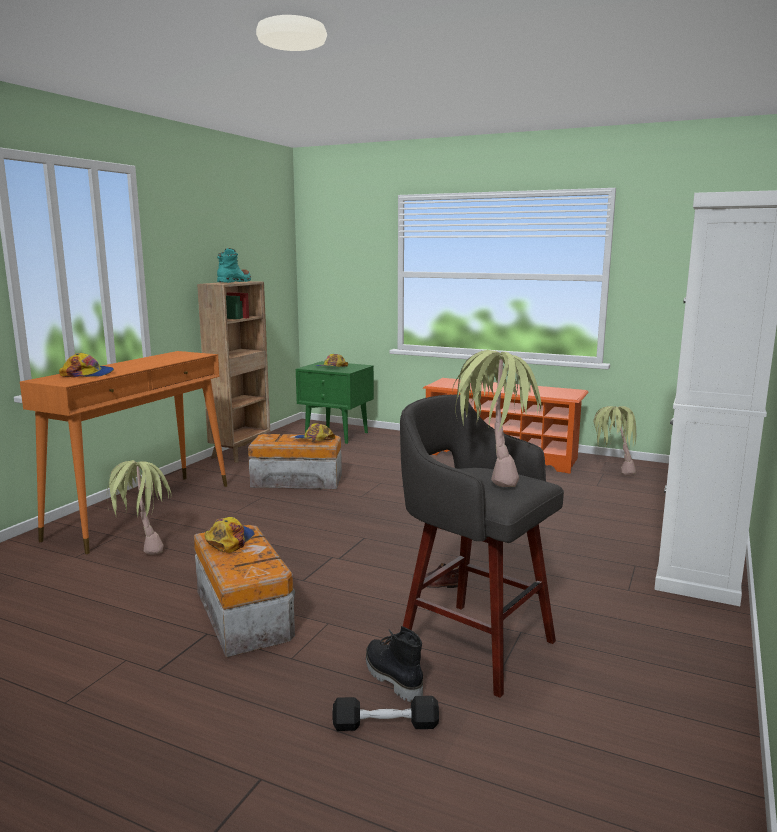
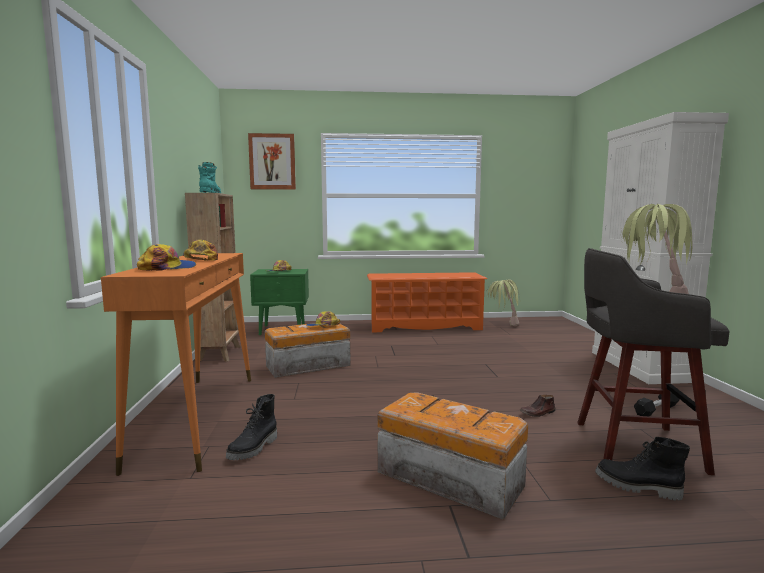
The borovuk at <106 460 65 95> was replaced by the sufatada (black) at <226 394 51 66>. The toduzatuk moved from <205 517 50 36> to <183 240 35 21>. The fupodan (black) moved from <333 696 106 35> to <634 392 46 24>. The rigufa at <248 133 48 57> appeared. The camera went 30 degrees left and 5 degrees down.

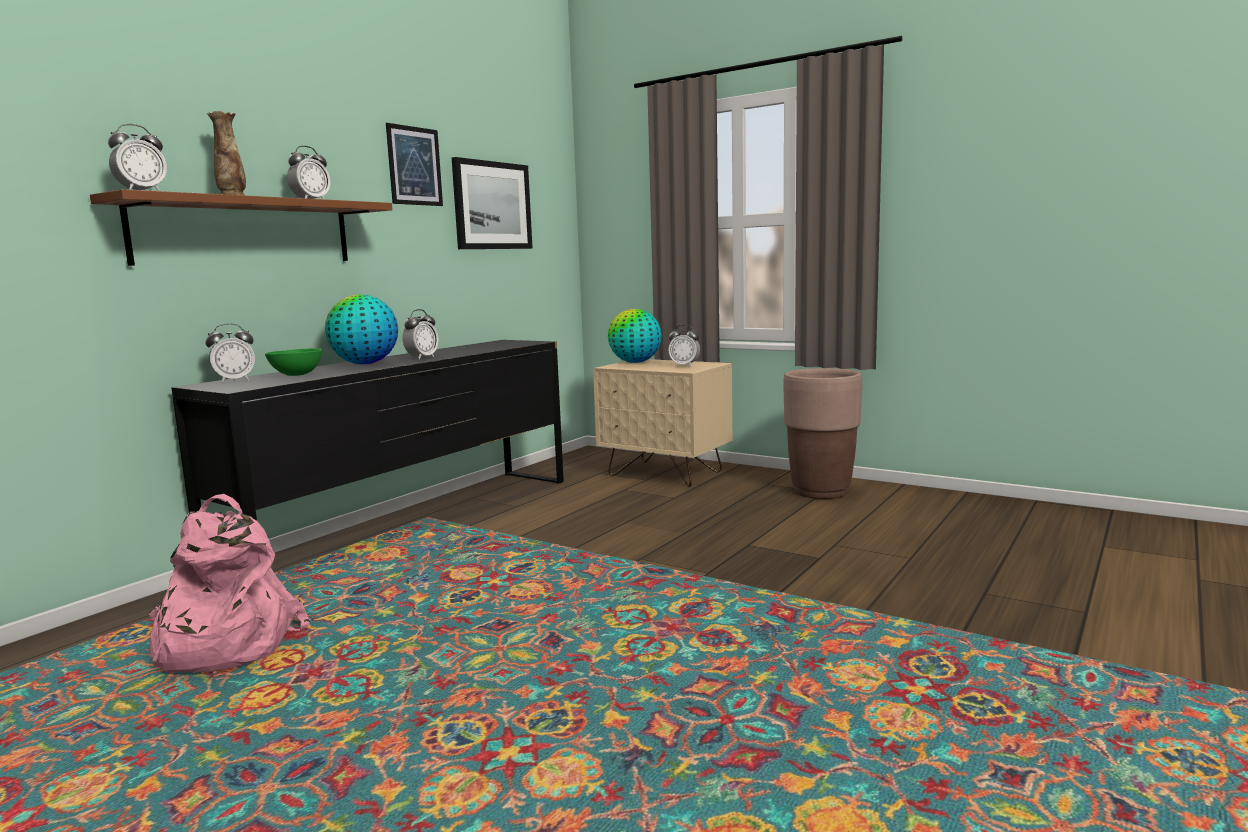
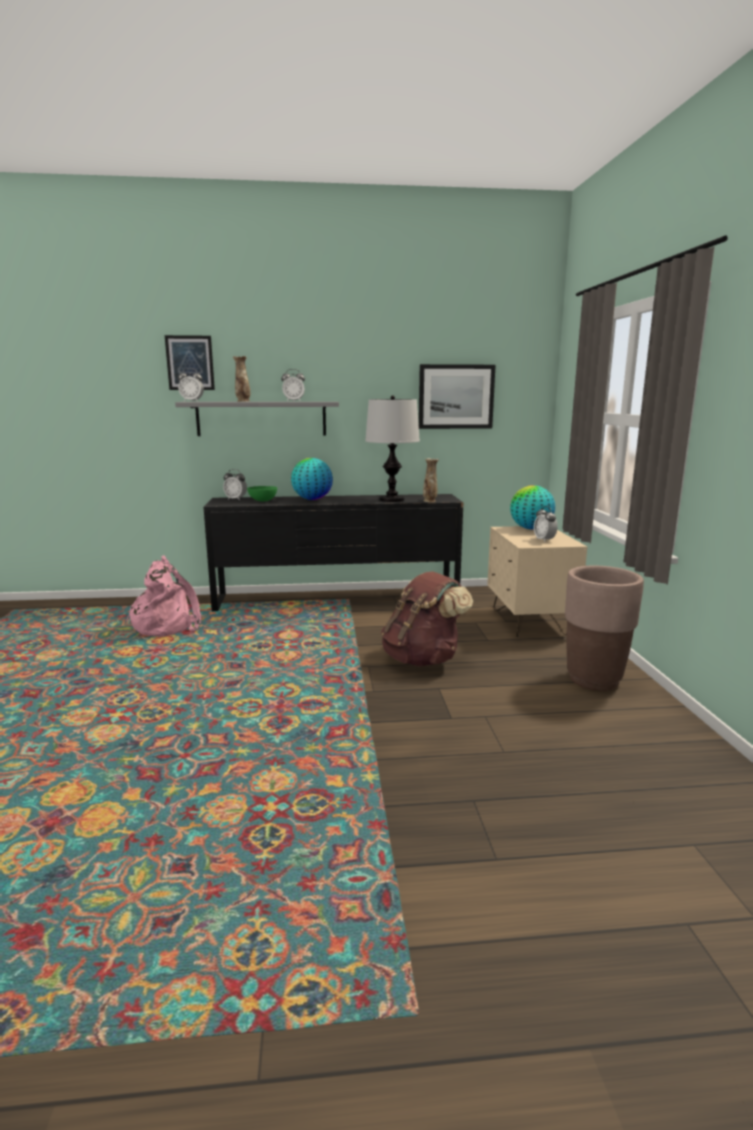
The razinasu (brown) at <90 189 302 77> became the razinasu (grey) at <175 402 164 34>. The rigufa moved from <386 123 57 83> to <165 335 50 55>. The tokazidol at <402 309 37 51> disappeared. The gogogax at <365 395 55 107> appeared. The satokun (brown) at <381 571 92 95> appeared. The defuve at <423 458 16 44> appeared. The camera went 50 degrees right and 5 degrees up.

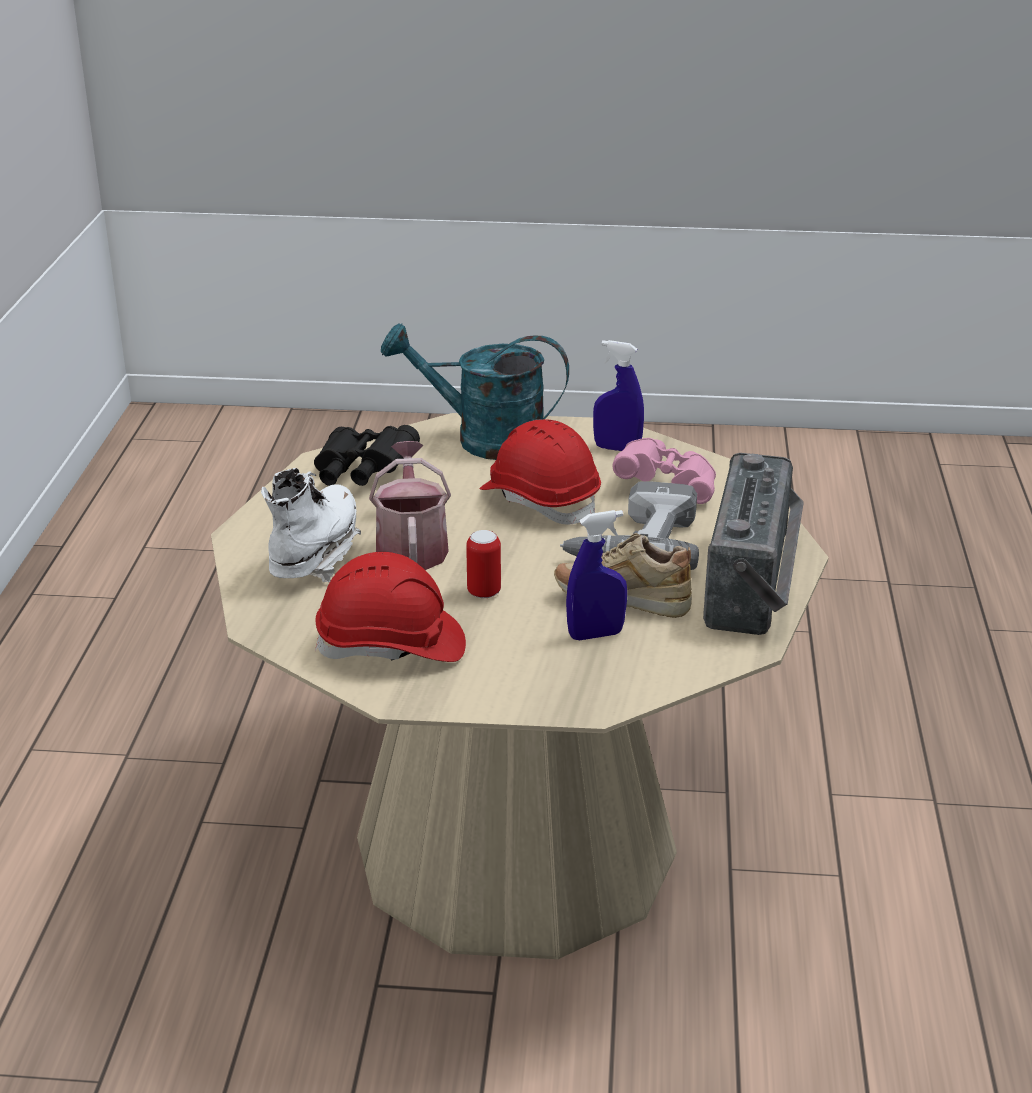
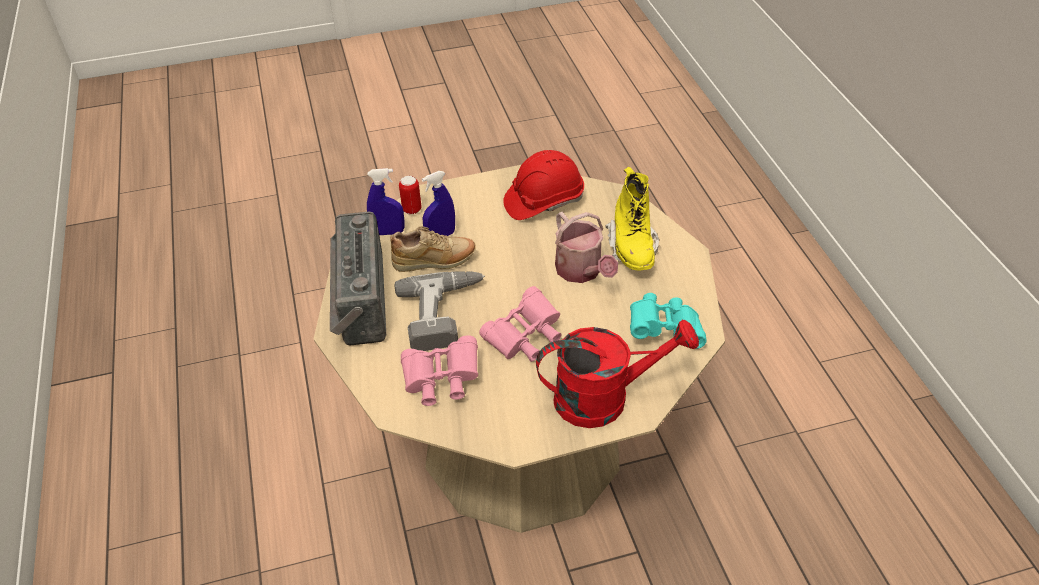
The sufatada (white) at <261 468 100 115> became the sufatada (yellow) at <605 167 54 104>. The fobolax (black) at <314 425 106 61> became the fobolax (turquoise) at <630 293 76 56>. The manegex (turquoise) at <381 323 188 137> became the manegex (red) at <536 319 163 109>. The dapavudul moved from <466 530 35 68> to <399 176 22 38>. The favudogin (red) at <479 419 122 106> was replaced by the fobolax (pink) at <479 286 83 76>. The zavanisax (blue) moved from <593 340 51 111> to <367 168 38 67>. The camera went 160 degrees right and 15 degrees up.

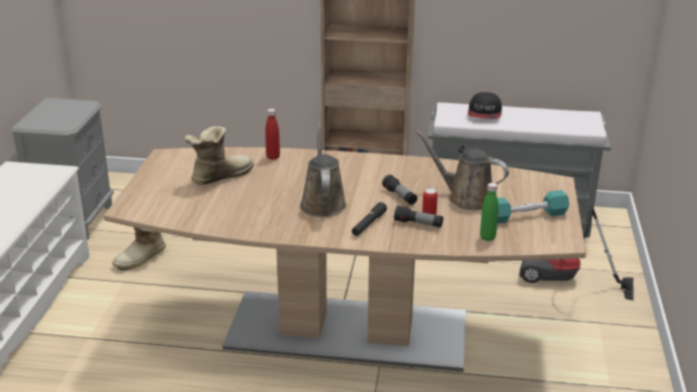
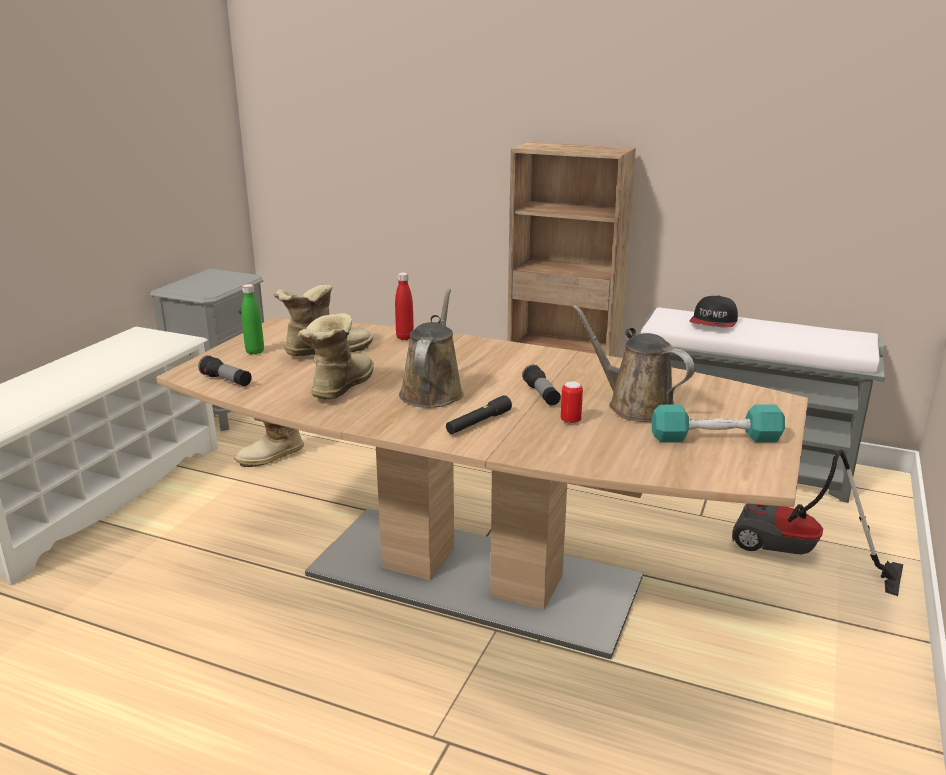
The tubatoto moved from <394 205 49 23> to <198 355 54 31>. The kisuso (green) moved from <480 183 19 58> to <241 284 23 71>. The sufatada at <298 313 76 86> appeared. The camera went 15 degrees right and 5 degrees down.

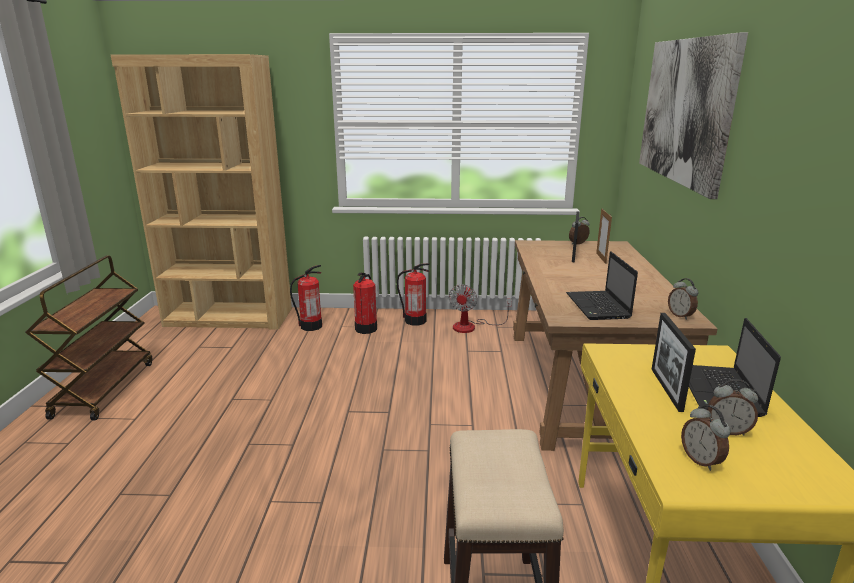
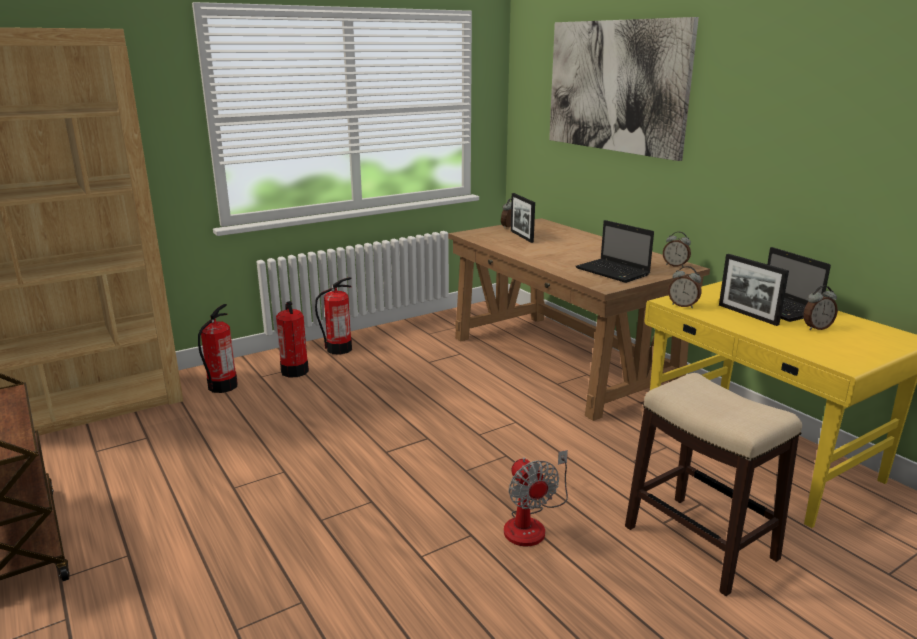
The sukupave moved from <449 284 63 49> to <504 450 64 96>. The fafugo at <596 208 16 56> disappeared. The tokazidol moved from <681 405 50 66> to <668 266 33 42>. The camera went 35 degrees left and 0 degrees up.

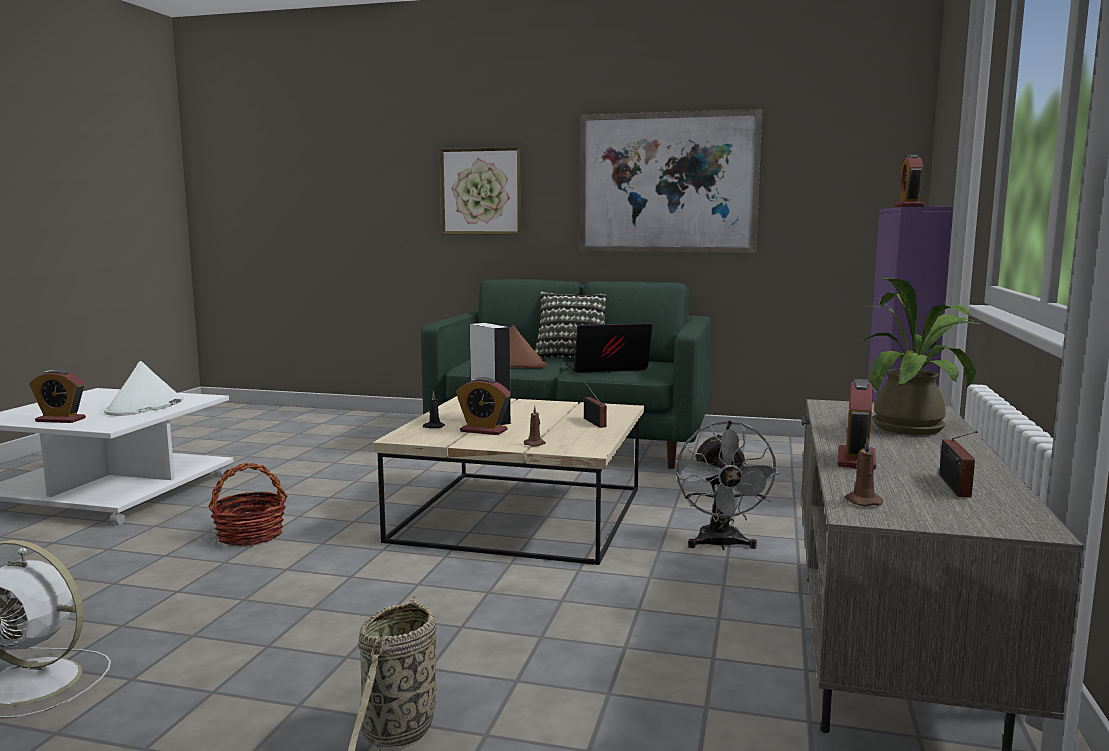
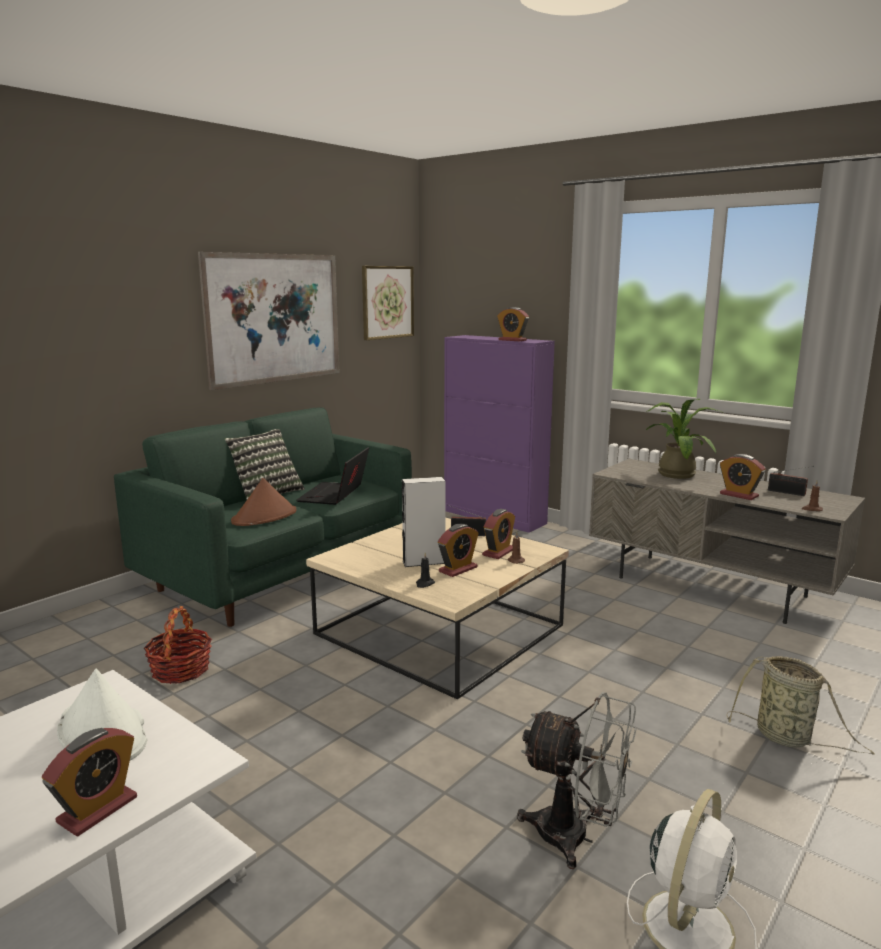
The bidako moved from <208 462 80 84> to <144 606 68 78>. The rigufa moved from <440 147 82 88> to <362 266 52 74>. The sukupave (grey) moved from <676 420 104 130> to <517 692 119 177>. The tokazidol at <482 509 33 50> appeared. The camera went 65 degrees left and 5 degrees up.

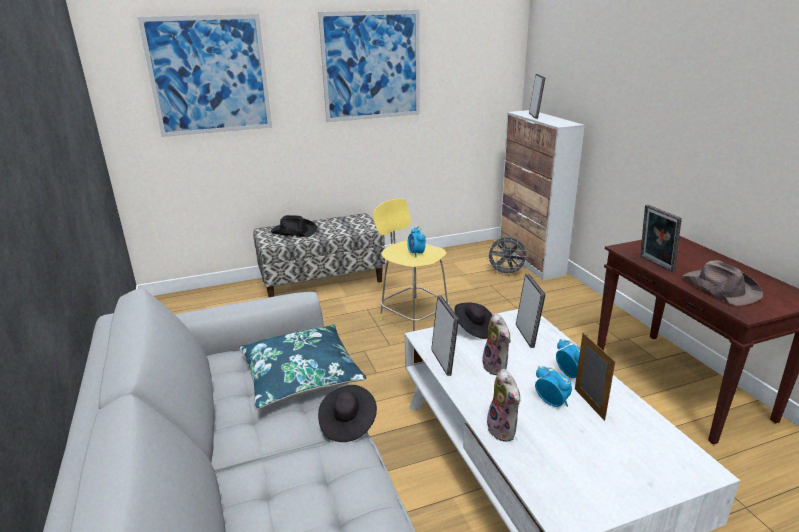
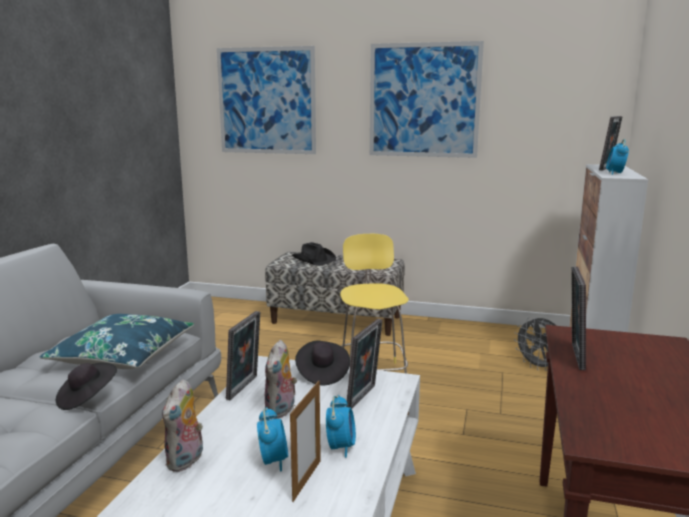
The tokazidol moved from <407 226 19 31> to <606 139 23 36>. The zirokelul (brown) at <683 260 80 46> disappeared. The camera went 35 degrees right and 10 degrees down.

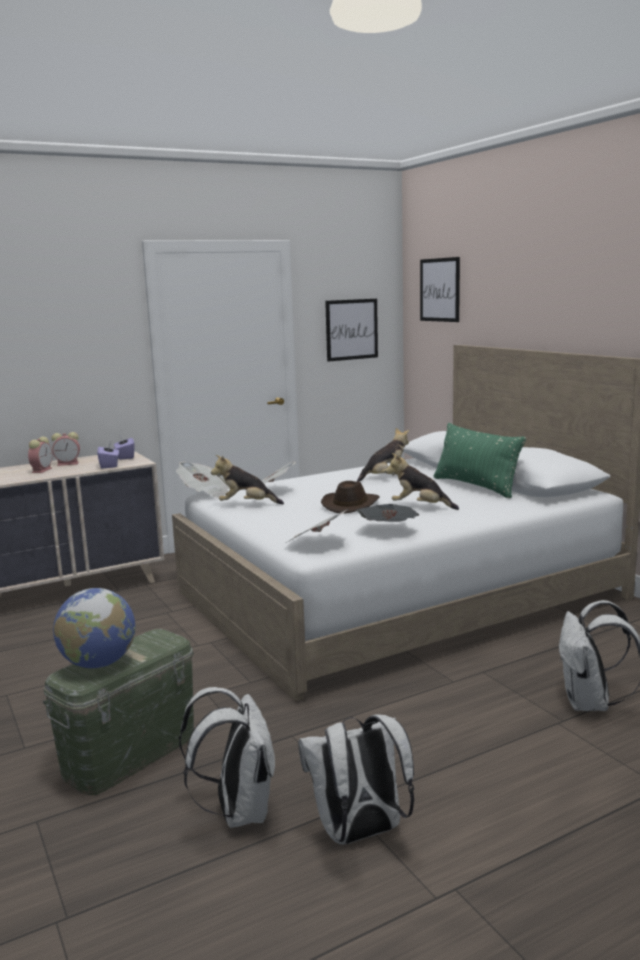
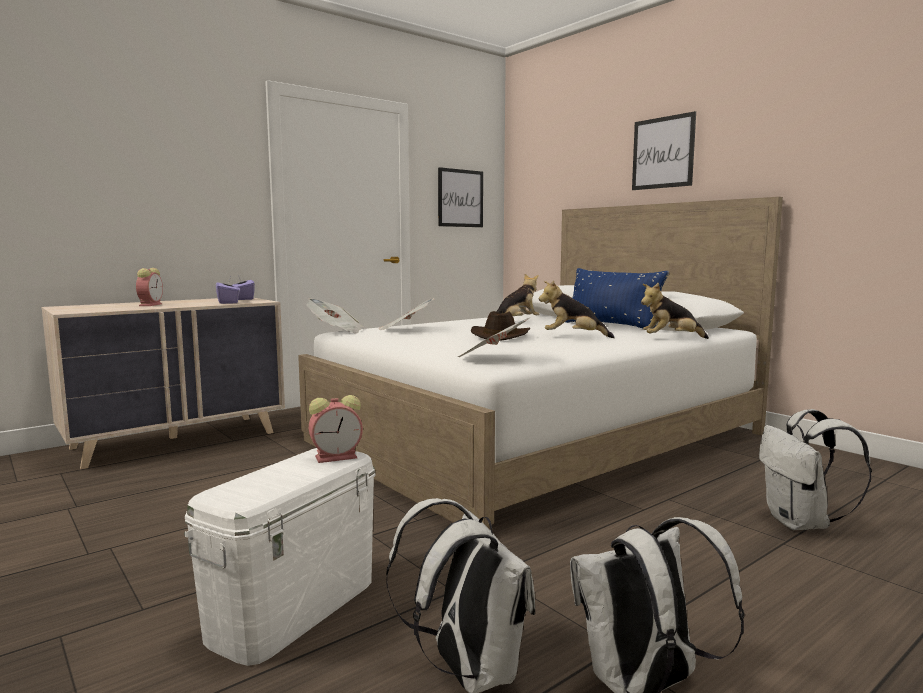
The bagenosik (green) at <43 629 151 166> became the bagenosik (white) at <184 448 191 218>. The tokazidol moved from <51 432 29 34> to <309 395 54 68>. The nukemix at <53 588 83 81> disappeared. The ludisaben moved from <211 455 73 49> to <641 283 68 56>. The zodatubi at <356 504 63 18> disappeared. The rigufa moved from <420 257 40 65> to <632 111 64 79>. The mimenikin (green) at <434 423 92 75> became the mimenikin (blue) at <565 268 104 61>. The camera went 10 degrees left and 5 degrees down.

